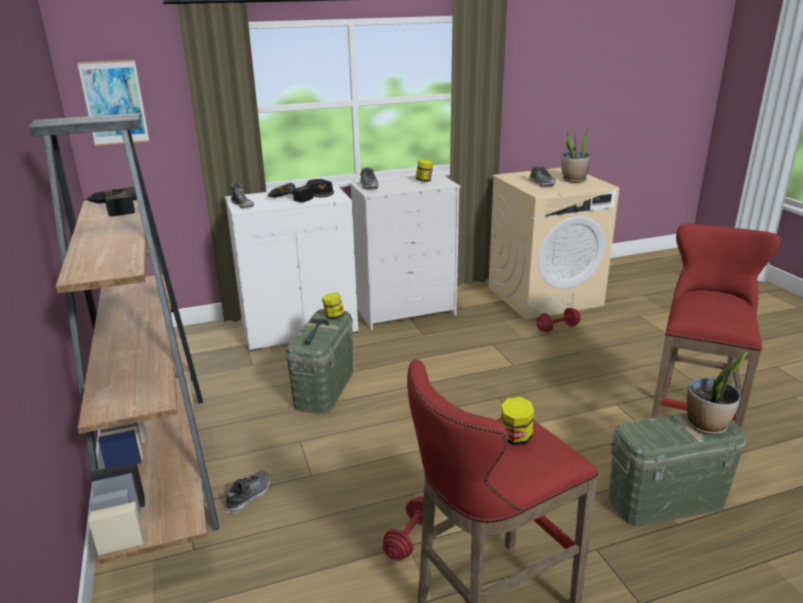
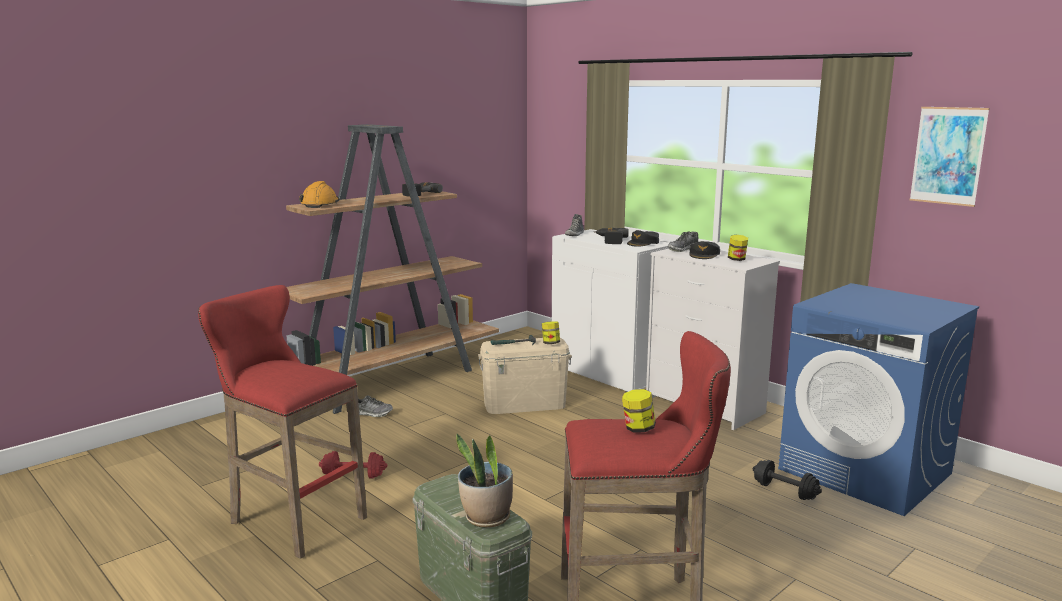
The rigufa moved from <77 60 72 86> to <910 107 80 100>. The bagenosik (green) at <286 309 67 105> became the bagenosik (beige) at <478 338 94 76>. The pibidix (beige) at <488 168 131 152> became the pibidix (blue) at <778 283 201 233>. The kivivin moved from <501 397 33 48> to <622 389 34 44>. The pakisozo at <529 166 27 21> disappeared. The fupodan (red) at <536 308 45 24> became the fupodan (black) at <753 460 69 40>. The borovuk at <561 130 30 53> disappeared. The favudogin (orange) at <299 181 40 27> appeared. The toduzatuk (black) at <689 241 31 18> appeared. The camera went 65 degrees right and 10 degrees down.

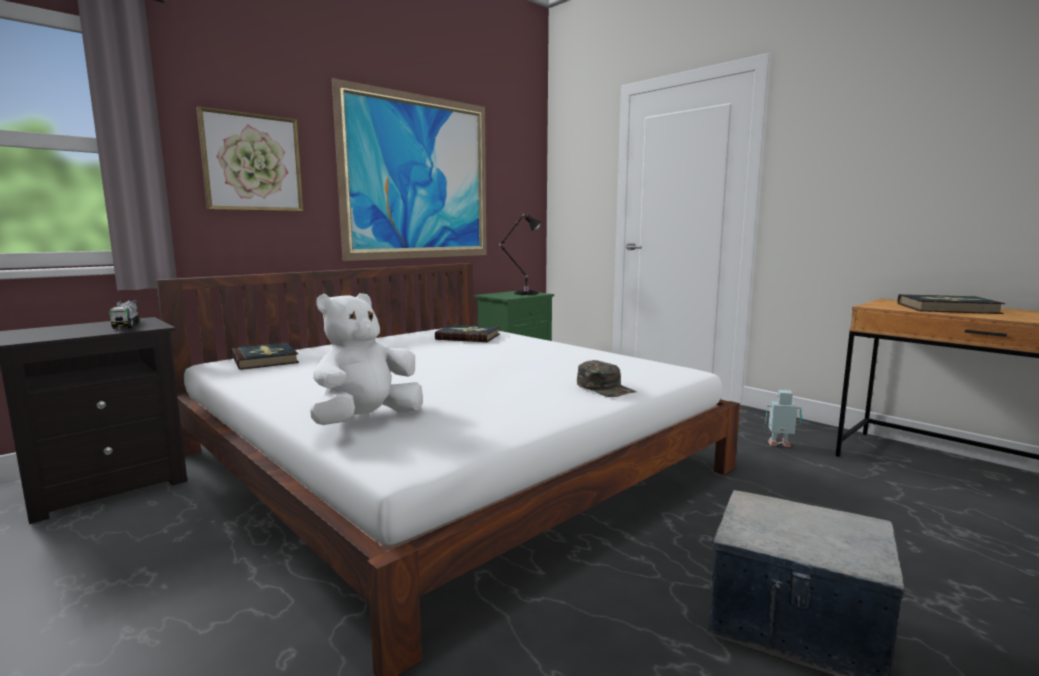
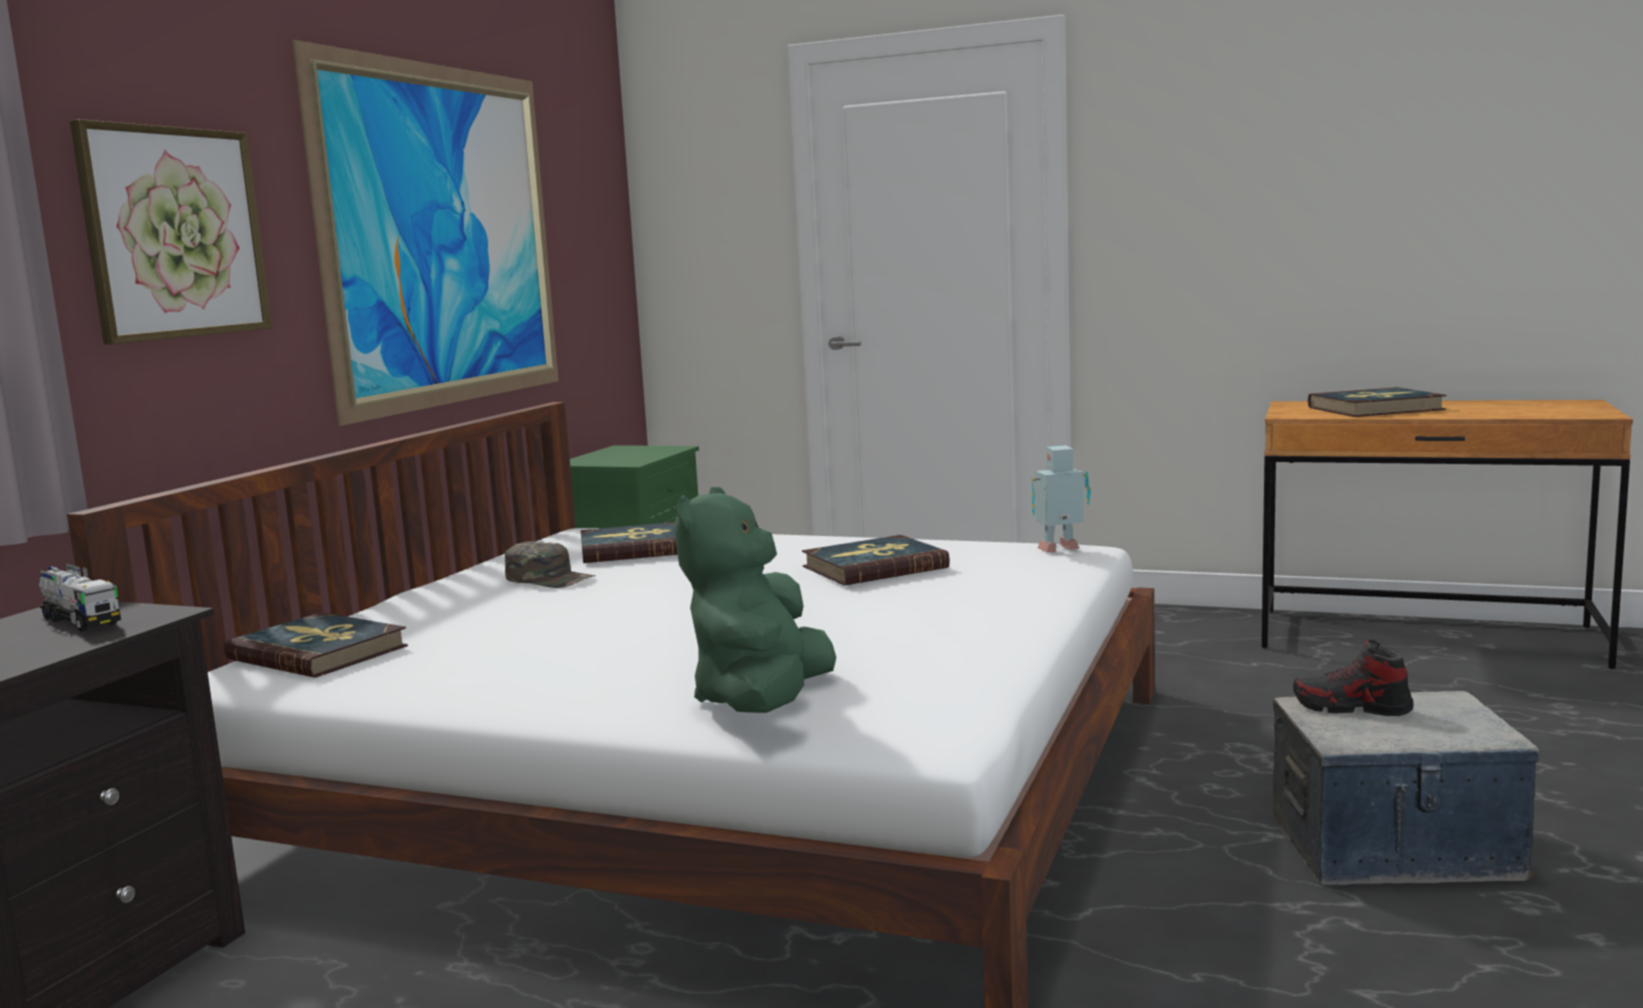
The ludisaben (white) at <310 293 113 132> became the ludisaben (green) at <674 487 162 226>. The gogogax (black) at <499 214 42 81> disappeared. The toduzatuk (green) moved from <577 360 60 37> to <505 541 91 47>. The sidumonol moved from <765 390 37 57> to <1032 445 58 107>. The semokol at <802 535 148 51> appeared. The pakisozo at <1293 640 121 76> appeared. The camera went 25 degrees left and 0 degrees up.

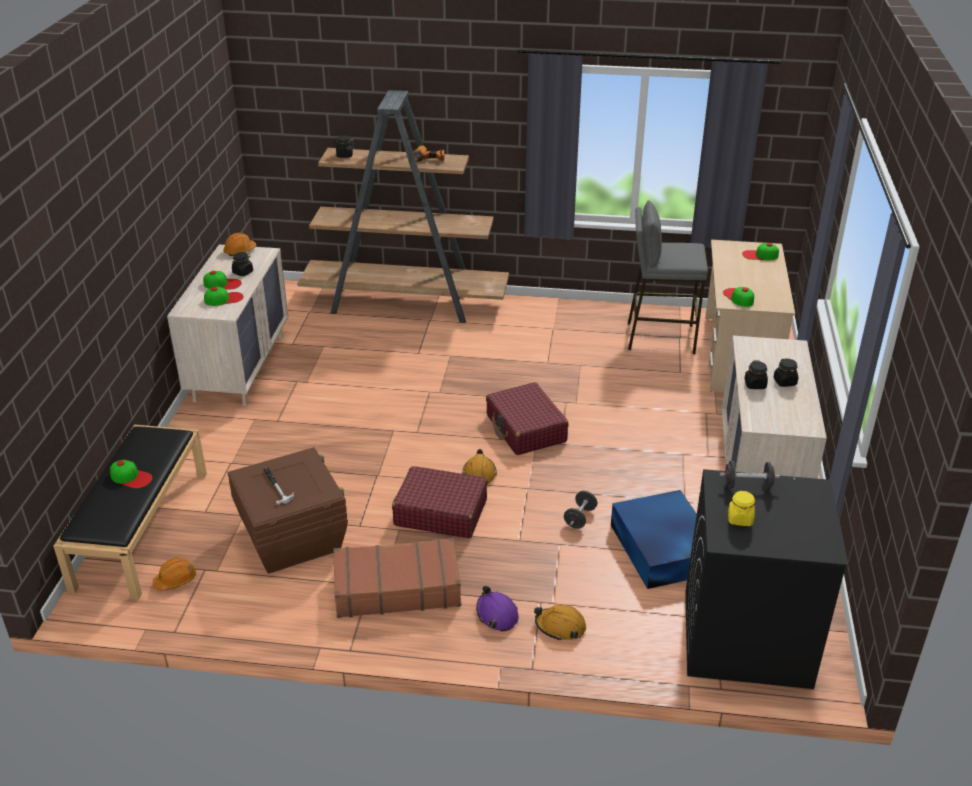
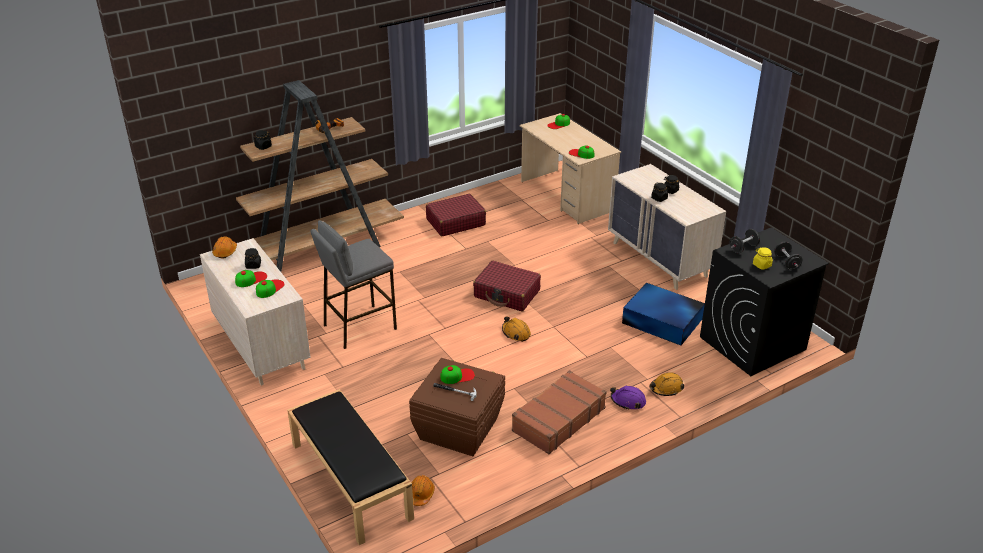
The toduzatuk moved from <110 460 42 28> to <440 365 35 19>. The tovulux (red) moved from <392 466 96 72> to <426 194 60 43>. The fupodan (black) moved from <564 491 33 38> to <774 242 28 28>. The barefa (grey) moved from <628 200 80 154> to <311 220 86 129>. The camera went 40 degrees left and 0 degrees up.

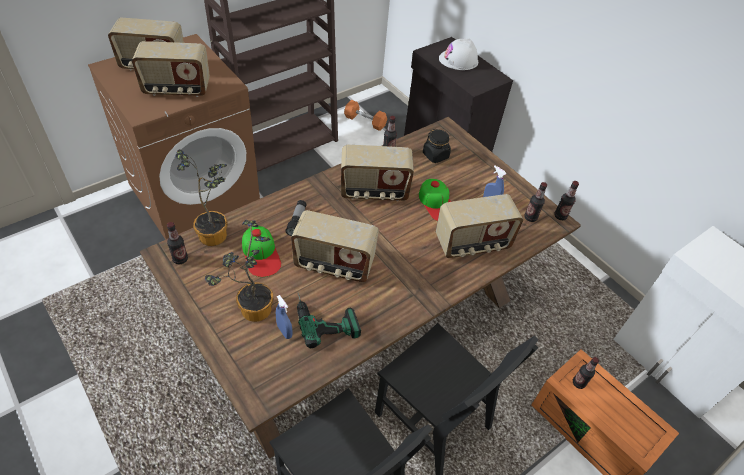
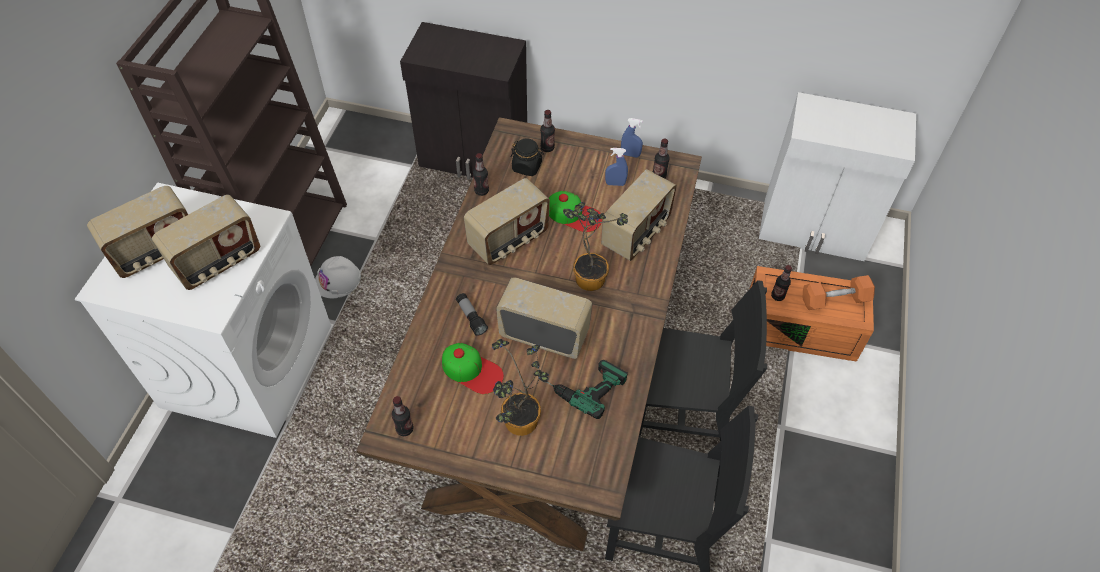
The pibidix (brown) at <88 34 172 206> became the pibidix (white) at <75 182 256 256>. The borovuk moved from <175 149 53 97> to <563 202 65 89>. The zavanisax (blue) moved from <276 295 17 44> to <621 118 22 39>. The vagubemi at <291 210 88 72> turned 135 degrees counterclockwise. The fupodan (orange) moved from <344 100 43 31> to <803 275 72 35>. The favudogin (white) moved from <439 38 39 32> to <315 256 46 42>. The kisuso moved from <554 181 25 39> to <540 110 15 42>. The camera went 35 degrees left and 5 degrees up.

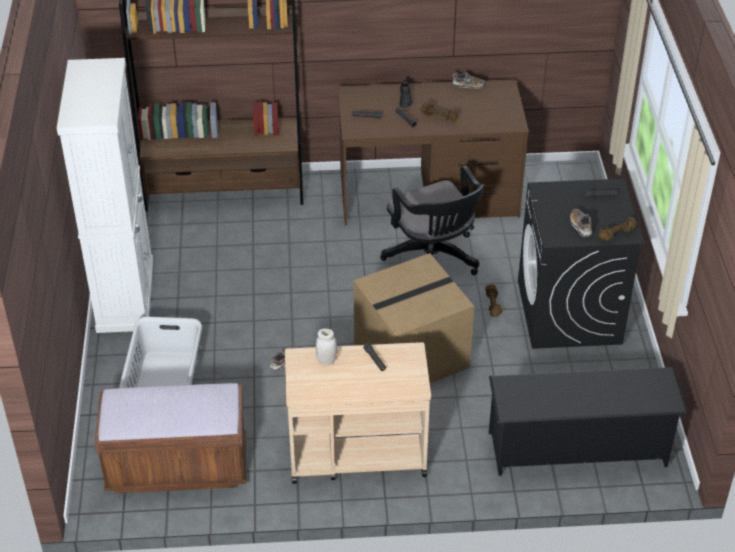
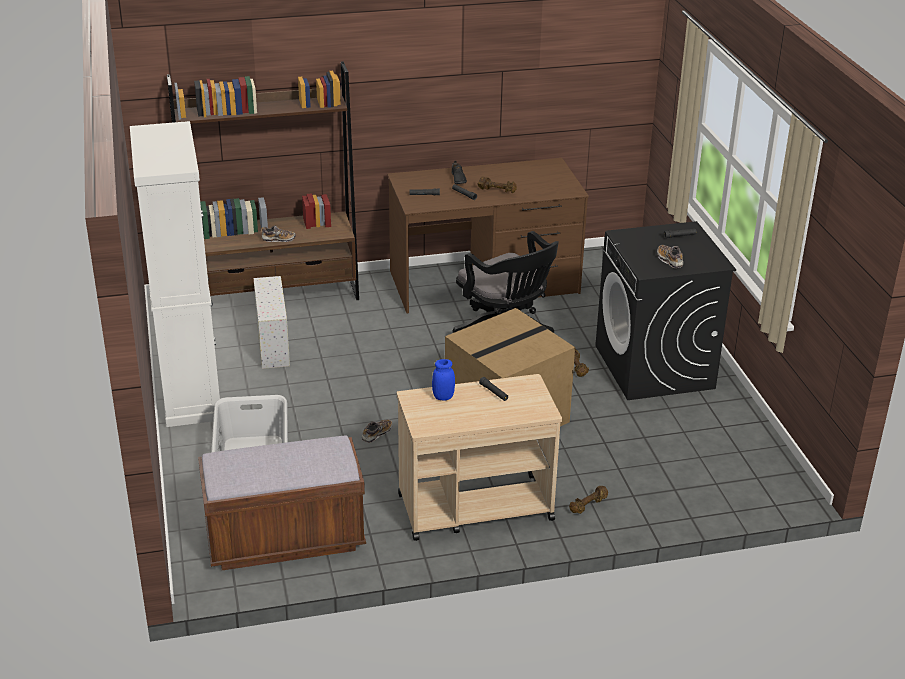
The kivivin (white) at <316 329 21 35> became the kivivin (blue) at <432 359 23 42>. The pakisozo moved from <452 72 33 17> to <261 226 35 16>. The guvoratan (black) at <489 367 199 109> disappeared. The fupodan (brown) moved from <598 217 39 24> to <569 486 39 28>. The bagenosik (white) at <254 276 36 93> appeared. The camera went 10 degrees left and 10 degrees down.

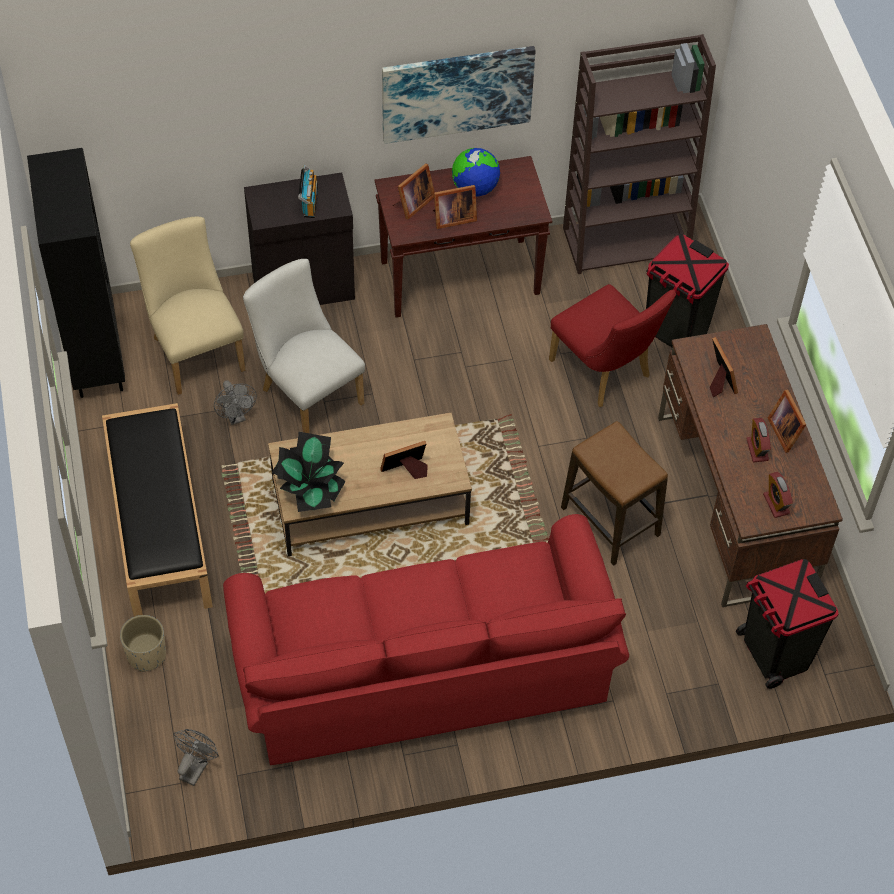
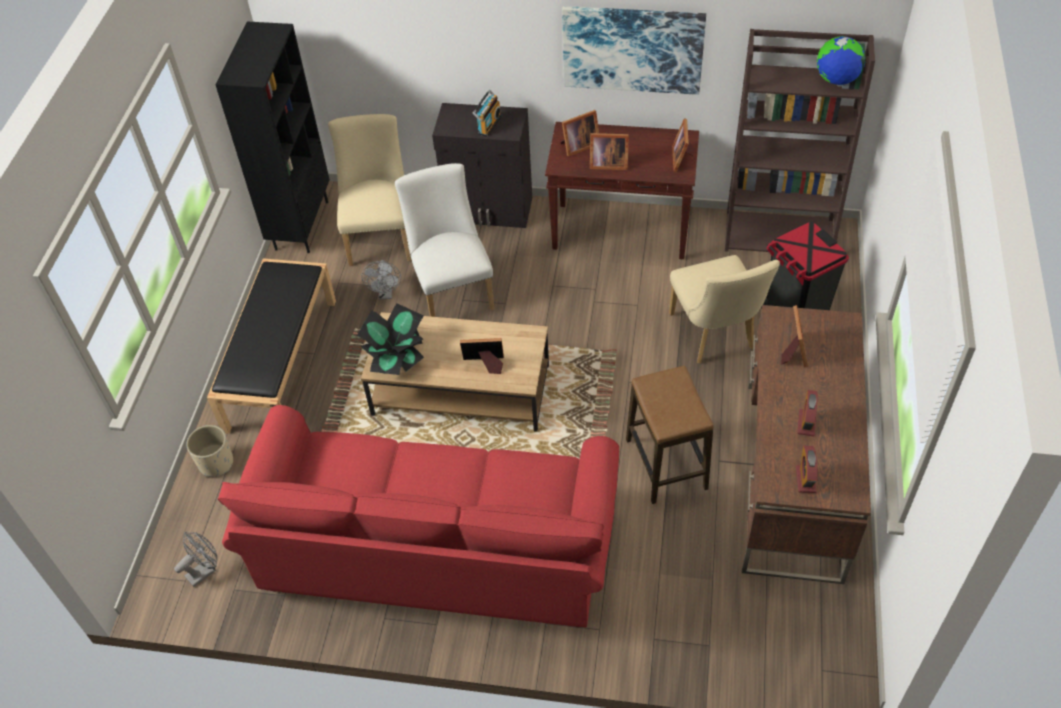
The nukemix moved from <452 148 48 48> to <817 36 49 49>. The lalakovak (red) at <549 284 127 123> became the lalakovak (beige) at <669 255 111 108>. The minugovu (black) at <736 559 102 130> disappeared. The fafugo moved from <768 389 38 64> to <672 118 22 54>. The camera went 25 degrees right and 5 degrees down.

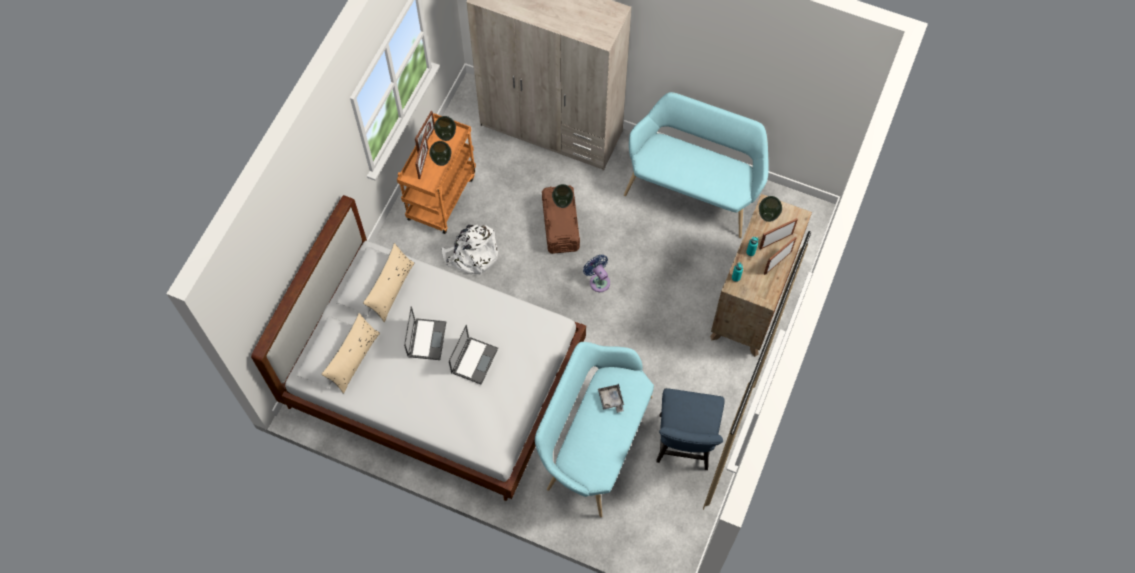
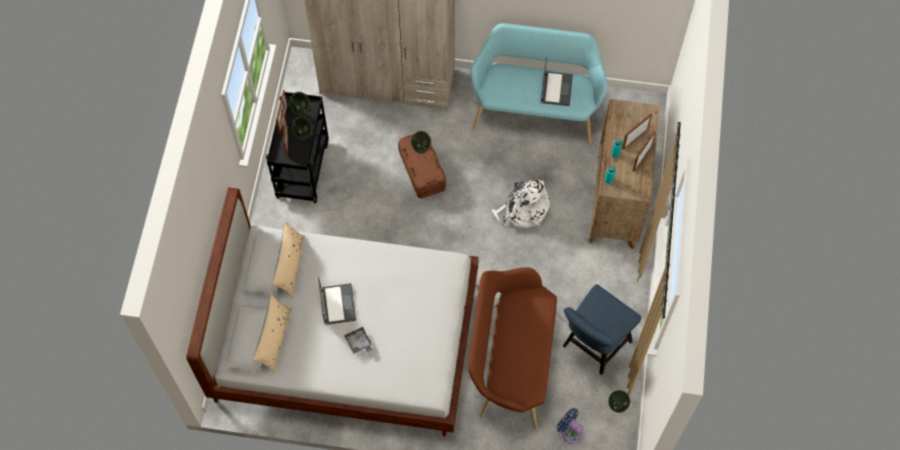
The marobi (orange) at <397 113 79 121> became the marobi (black) at <266 92 63 112>. The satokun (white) moved from <441 225 57 50> to <492 179 58 49>. The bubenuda moved from <449 325 49 60> to <541 57 32 49>. The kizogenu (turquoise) at <535 342 119 176> became the kizogenu (brown) at <468 267 89 162>. The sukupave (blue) moved from <583 255 27 37> to <557 408 26 36>. The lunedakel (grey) moved from <598 384 26 29> to <344 326 29 27>. The lalakovak (blue) at <656 388 69 82> turned 45 degrees clockwise. The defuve moved from <759 196 23 26> to <608 390 22 23>. The camera went 15 degrees left and 0 degrees up.

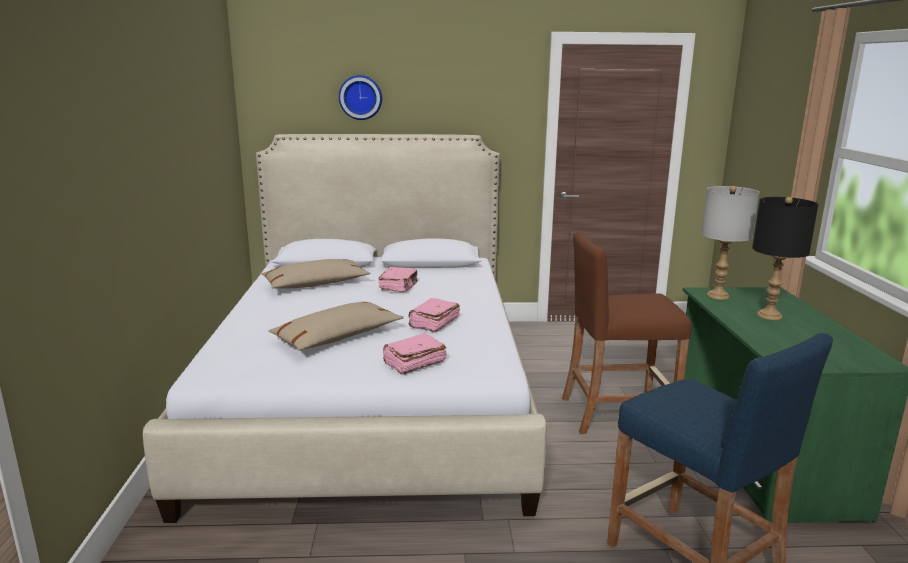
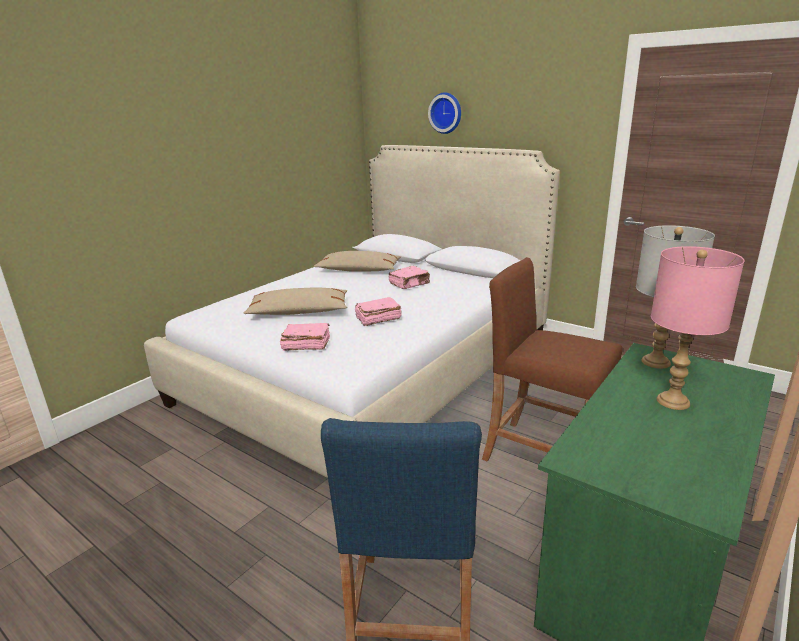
The gogogax (black) at <752 197 67 123> became the gogogax (pink) at <651 246 93 164>. The camera went 40 degrees right and 5 degrees up.

